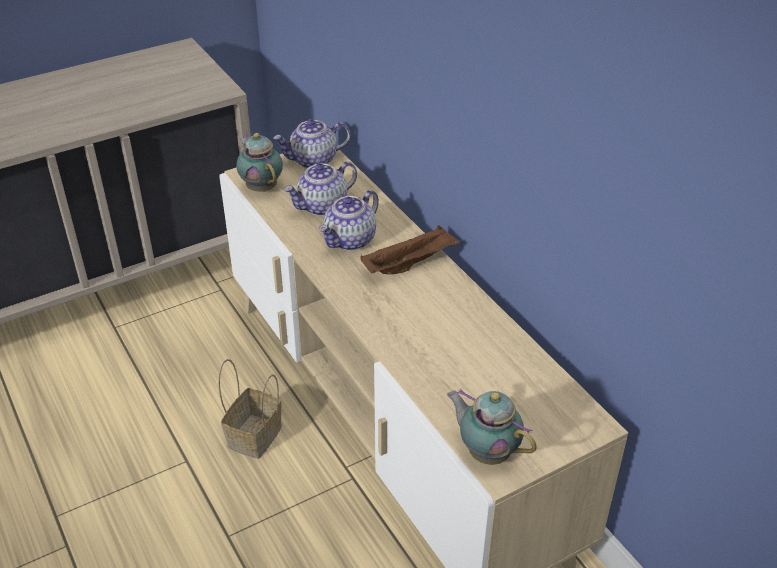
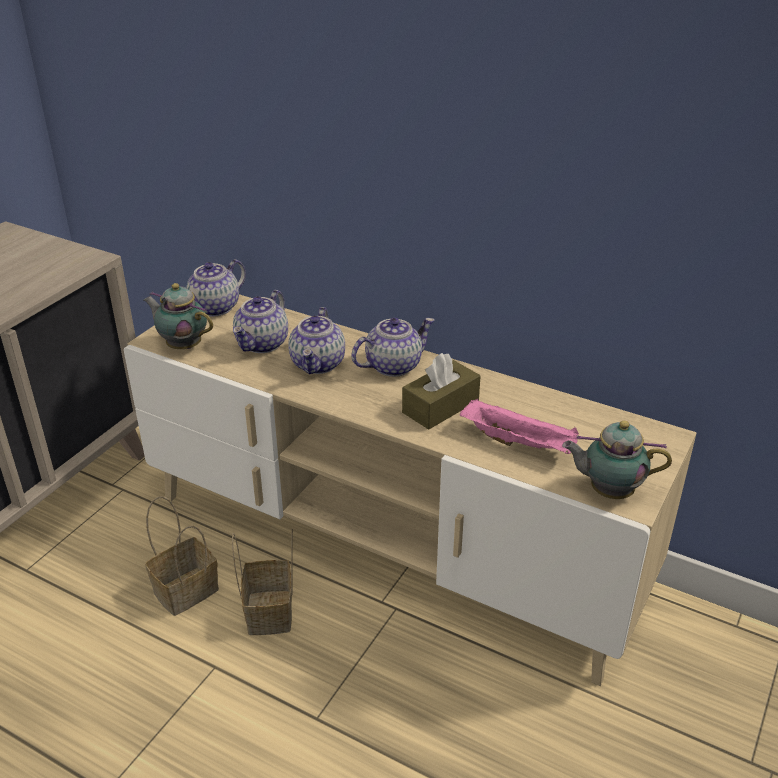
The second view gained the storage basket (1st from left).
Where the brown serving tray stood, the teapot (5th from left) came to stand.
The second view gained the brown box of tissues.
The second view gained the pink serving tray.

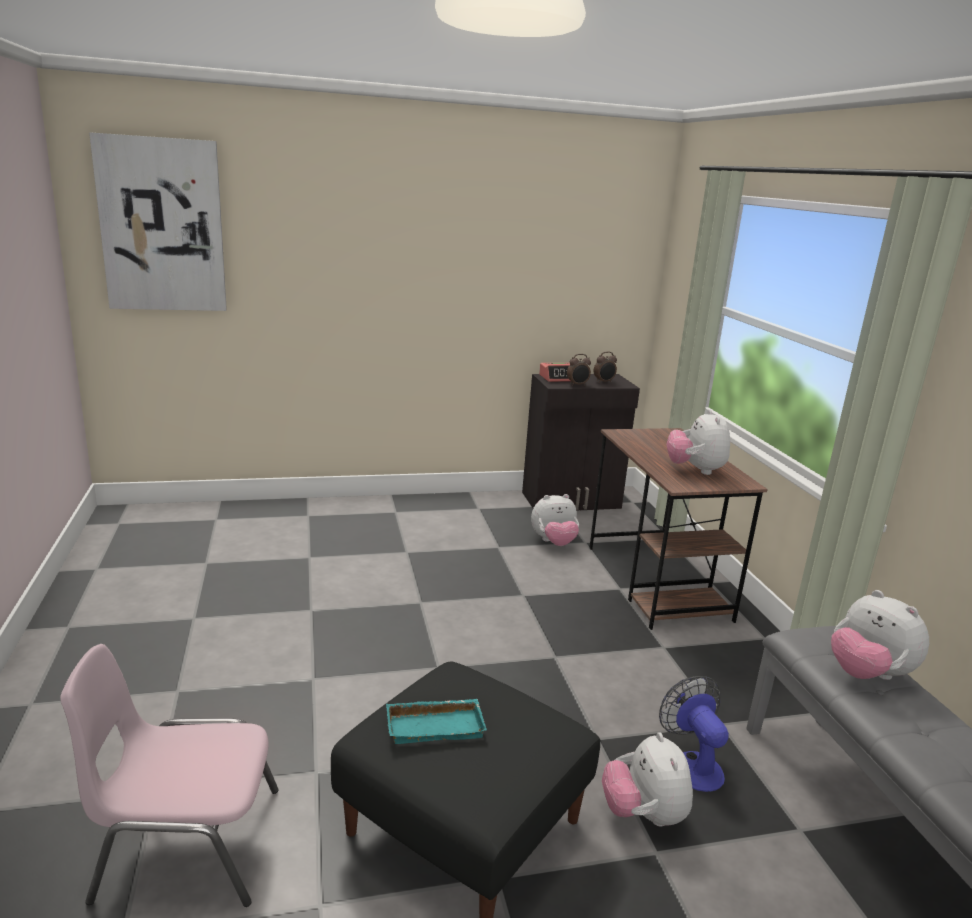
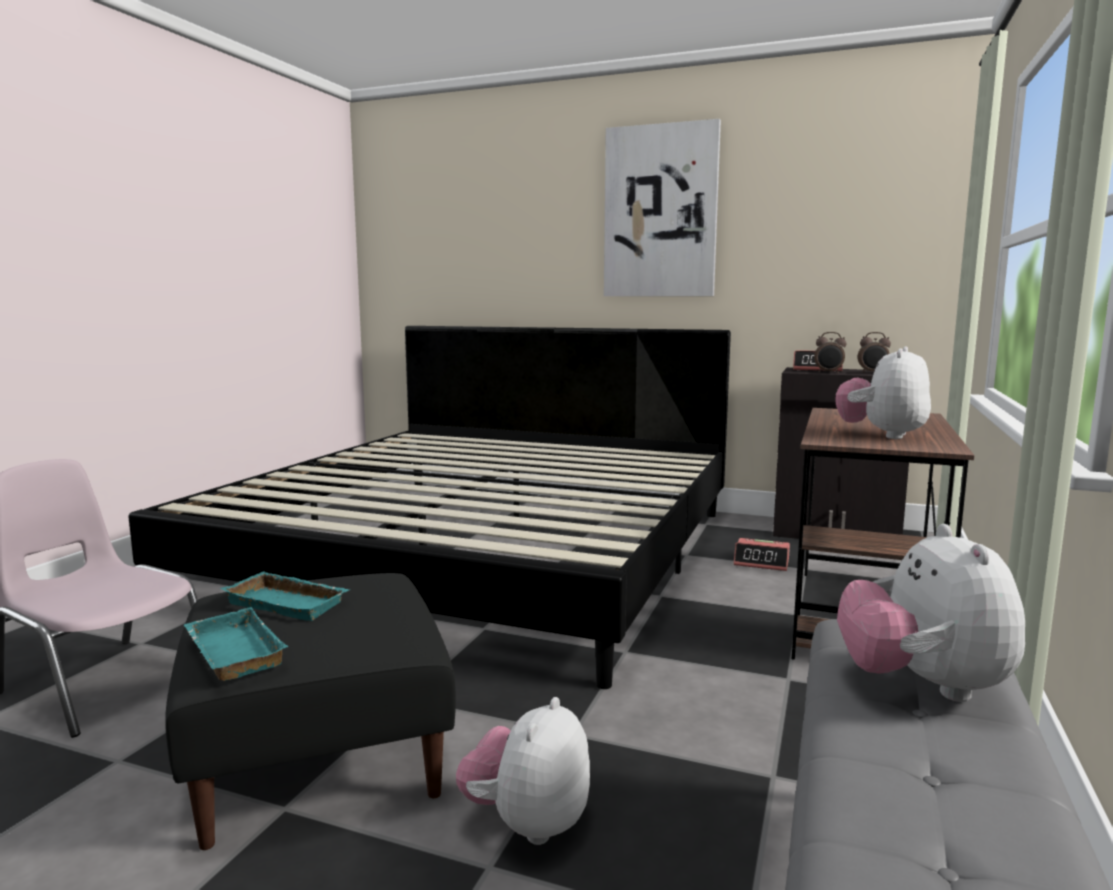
The second view gained the sleeping bed.
The second view gained the blue-green serving tray (1st from left).
The wall picture ended up elsewhere.
Where the cuddly toy (1st from left) stood, the table clock (1st from left) came to stand.
The second view lost the cooling fan.

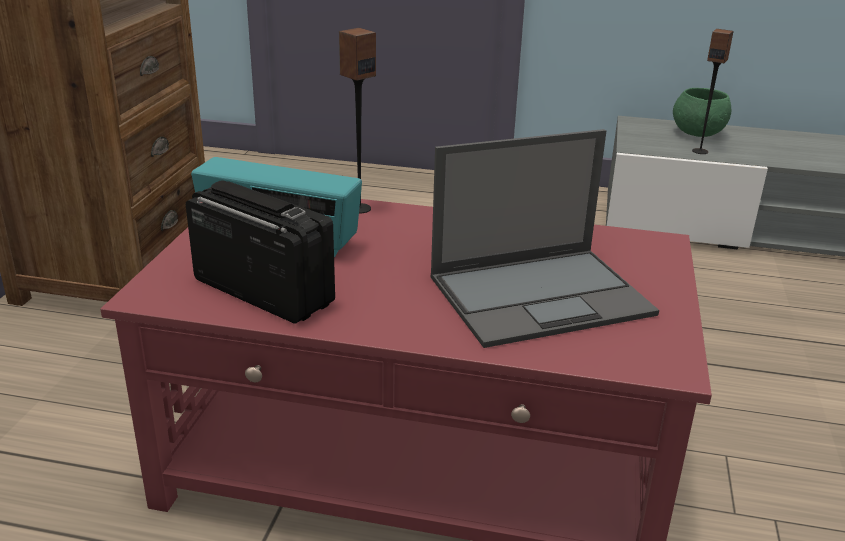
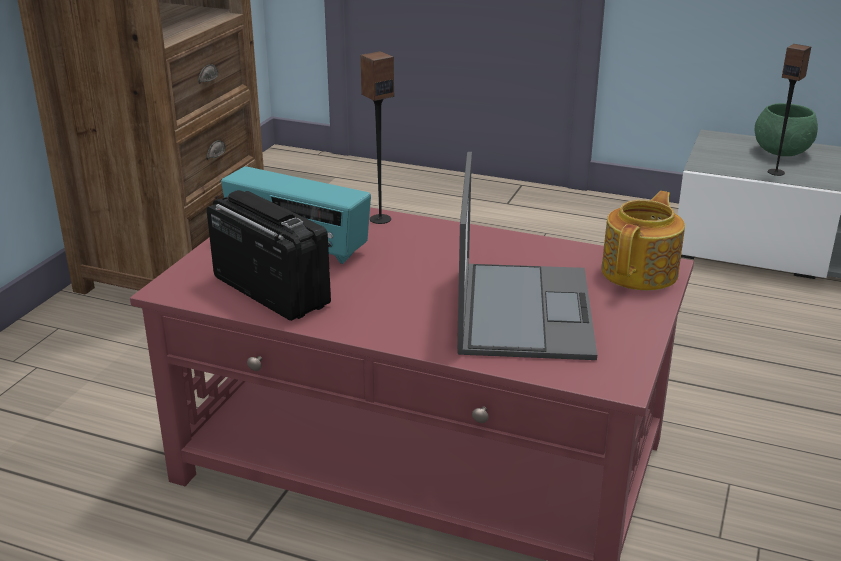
The notebook computer ended up facing another way, 75 degrees counterclockwise from before.
The second view gained the teapot.

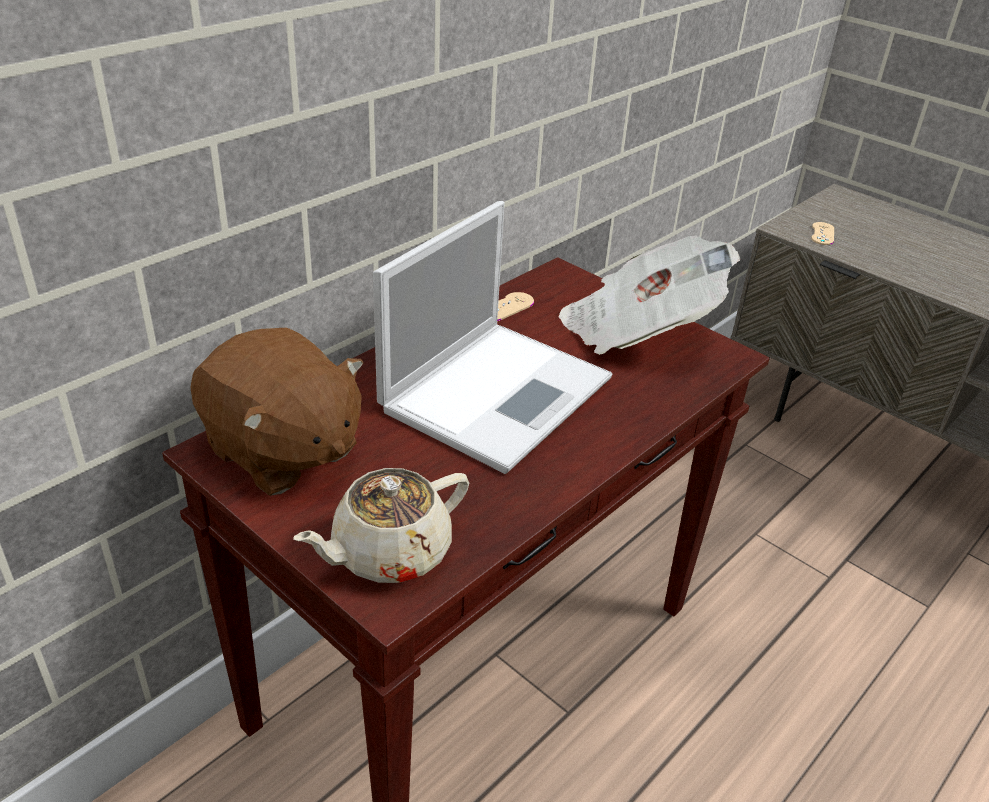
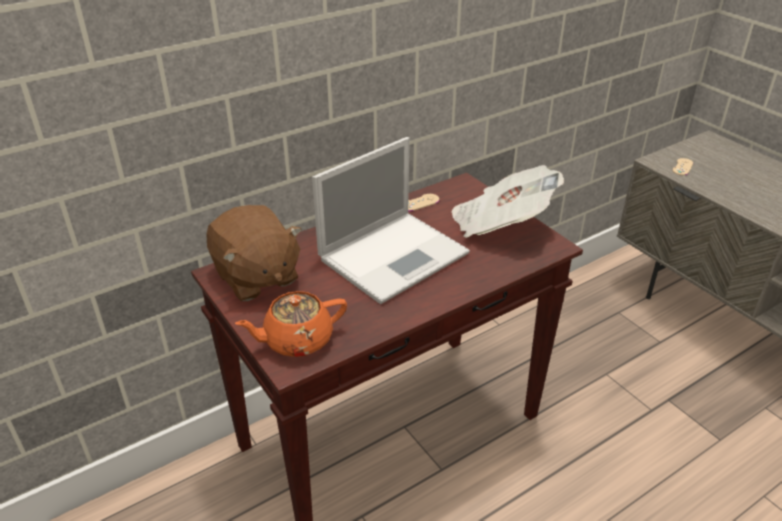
What was the beige-coloured teapot turned into the orange teapot.

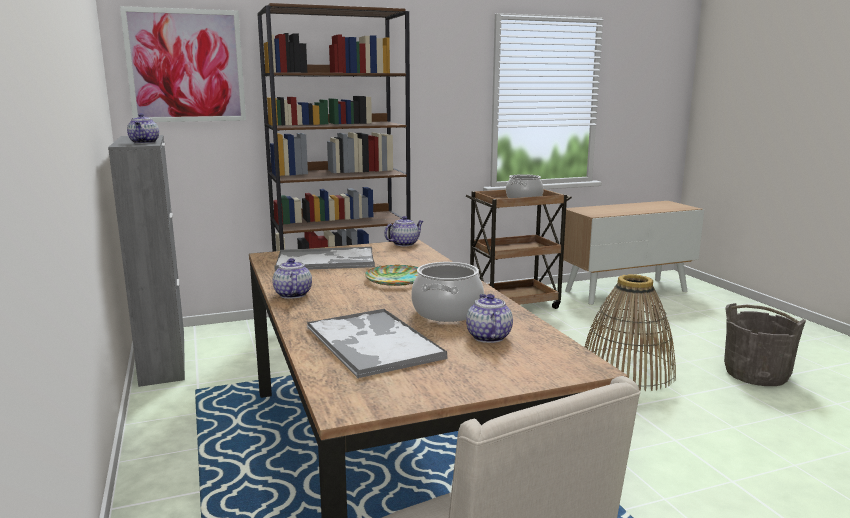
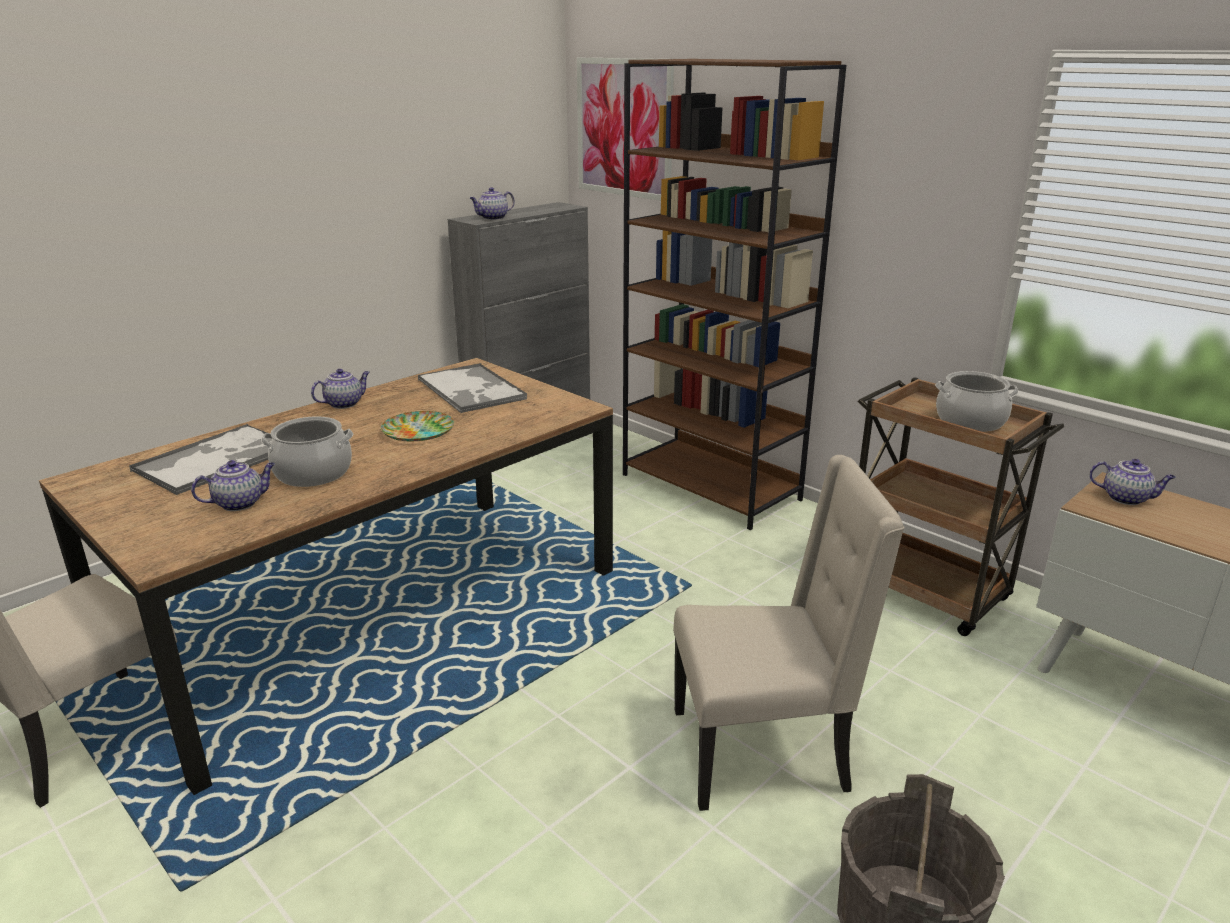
Where the storage basket stood, the beige-coloured plain chair (2nd from left) came to stand.
The teapot (3rd from left in the first image) ended up elsewhere.

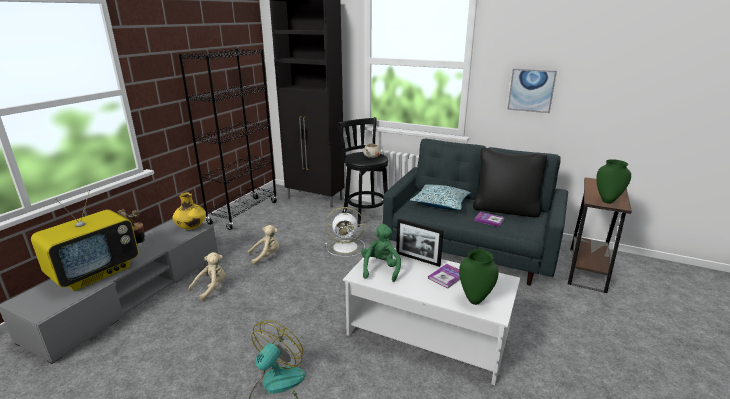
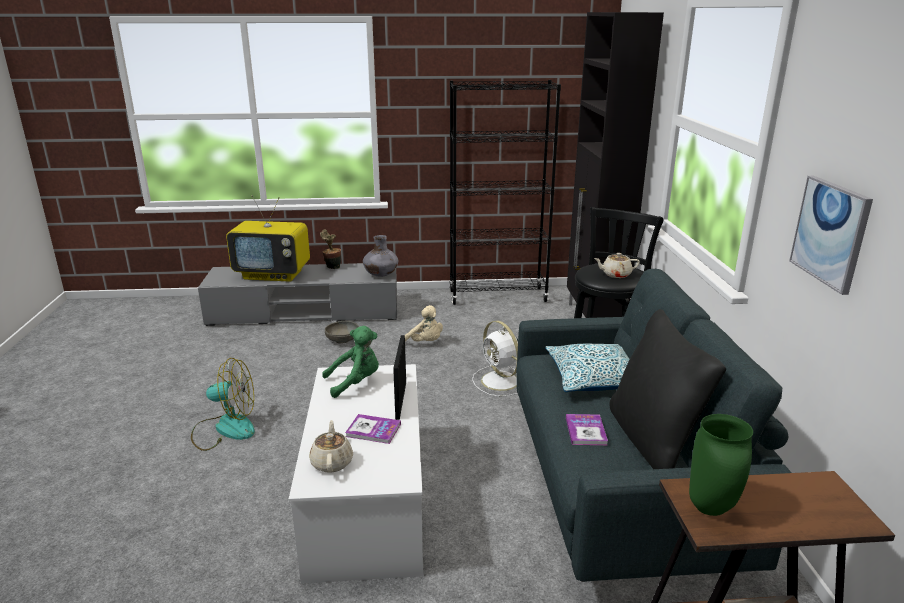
Where the green-coloured vase (1st from left) stood, the beige-coloured teapot (1st from left) came to stand.
Where the beige-coloured cuddly toy (1st from left) stood, the grey bowl came to stand.
What was the yellow vase turned into the grey vase.

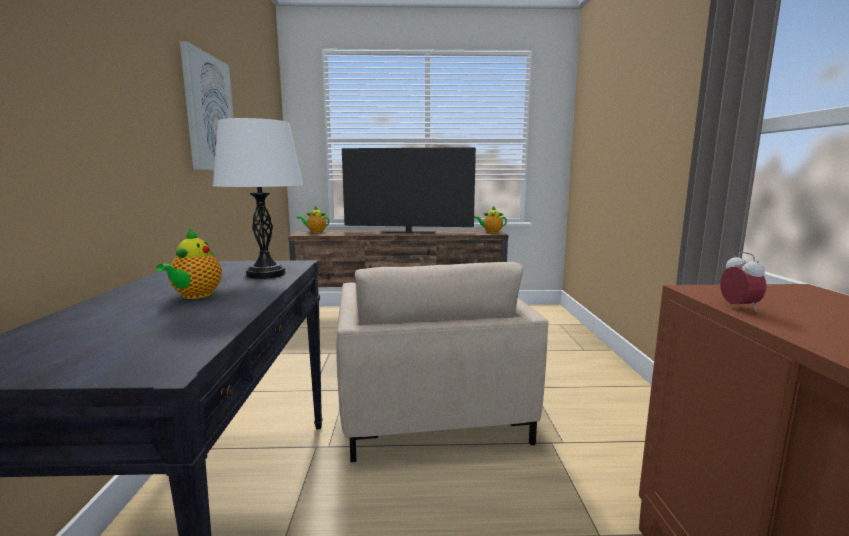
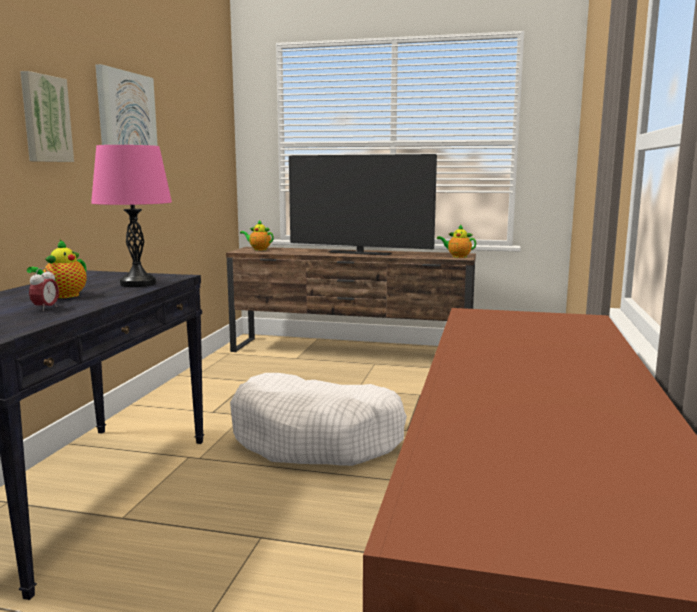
The second view gained the wall picture (1st from left).
The table clock ended up elsewhere.
What was the whitish tabletop lamp turned into the pink tabletop lamp.
Where the beige-coloured lounge chair stood, the whitish pet bed came to stand.

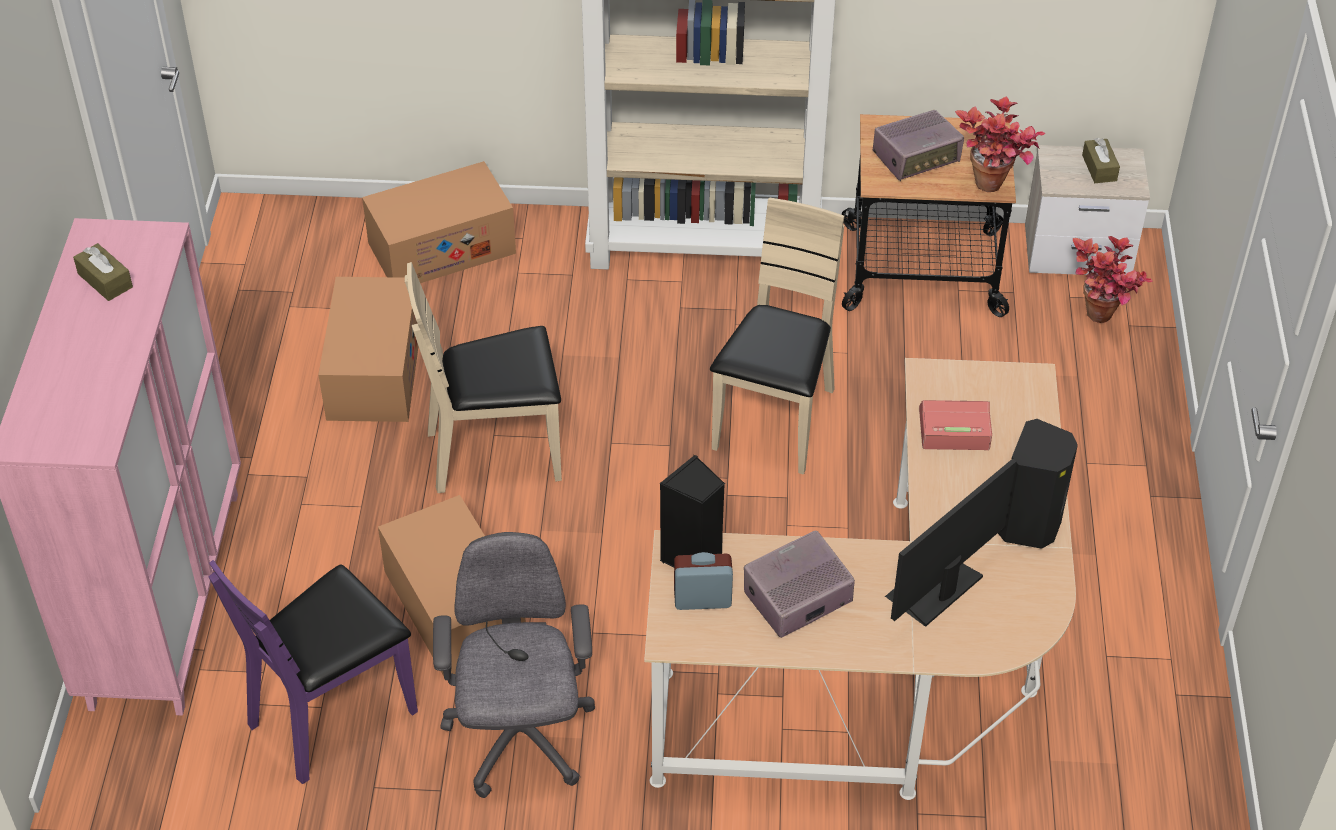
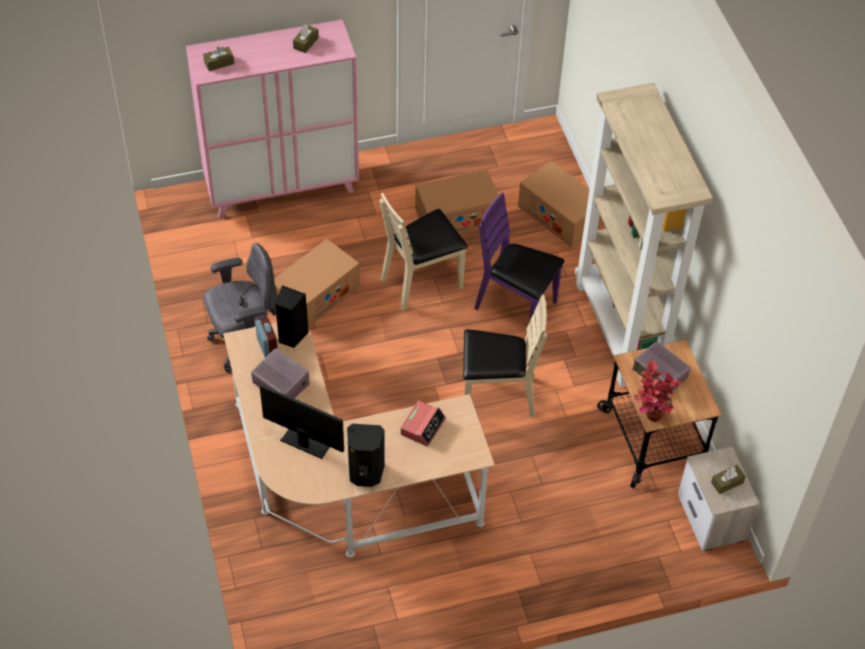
The second view gained the brown box of tissues (1st from left).
The beige-coloured plain chair (1st from left) ended up facing another way, 90 degrees counterclockwise from before.
The table clock (2nd from left) ended up facing another way, 45 degrees clockwise from before.
The purple plain chair ended up elsewhere.
The second view lost the houseplant (2nd from left).

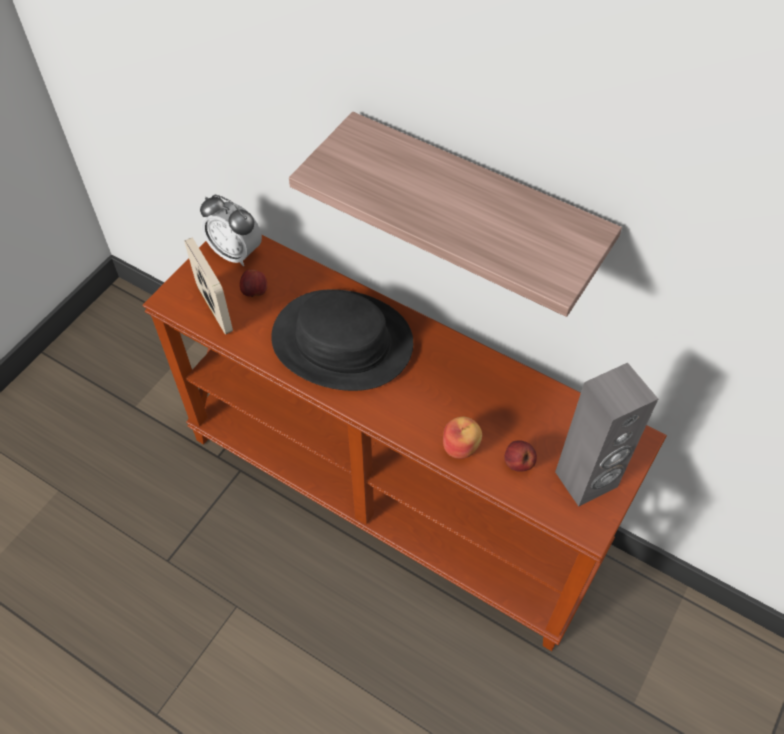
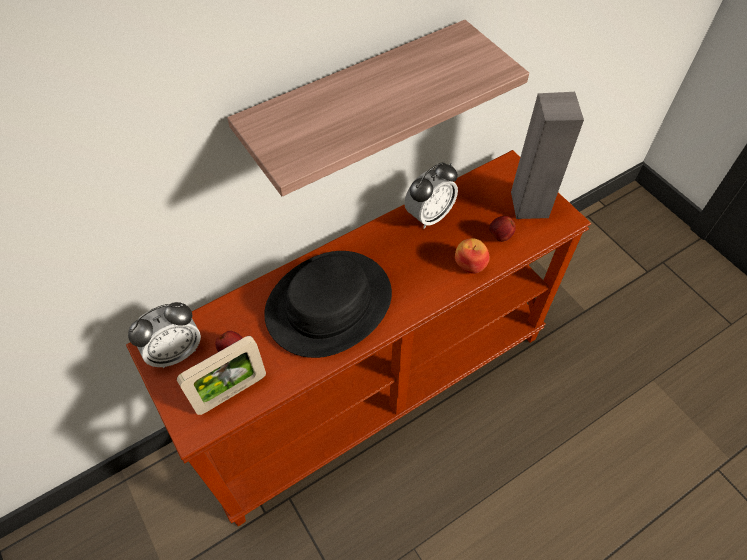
The picture frame ended up facing another way, 150 degrees clockwise from before.
The second view gained the table clock (2nd from left).

